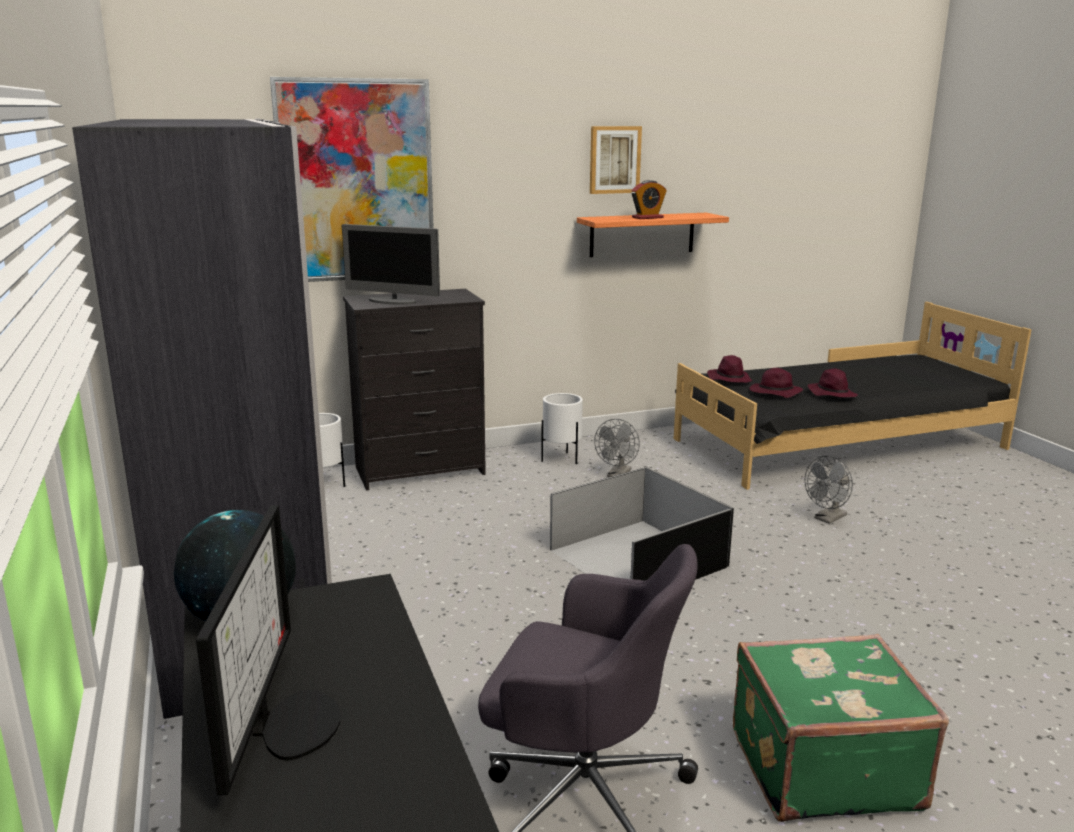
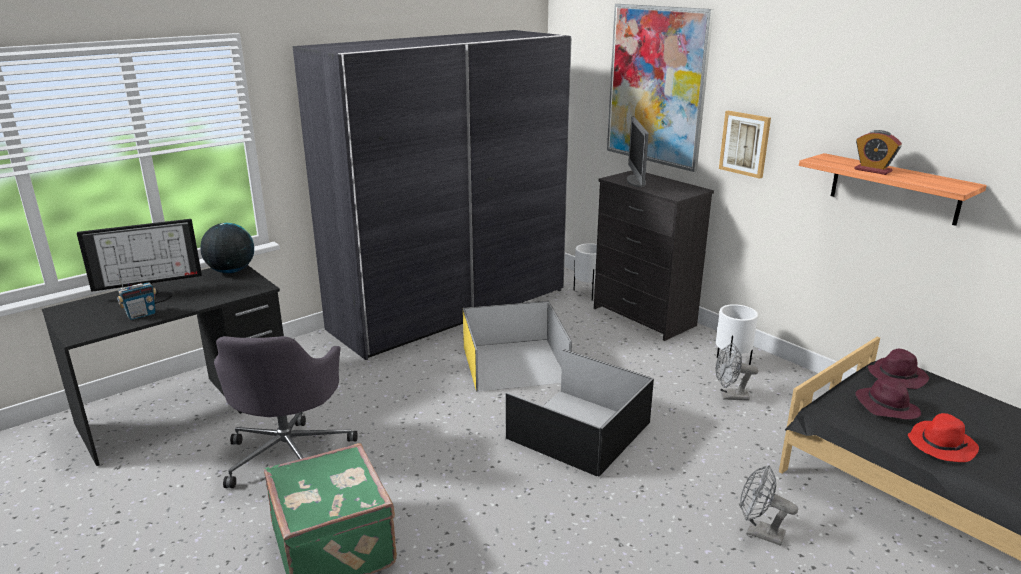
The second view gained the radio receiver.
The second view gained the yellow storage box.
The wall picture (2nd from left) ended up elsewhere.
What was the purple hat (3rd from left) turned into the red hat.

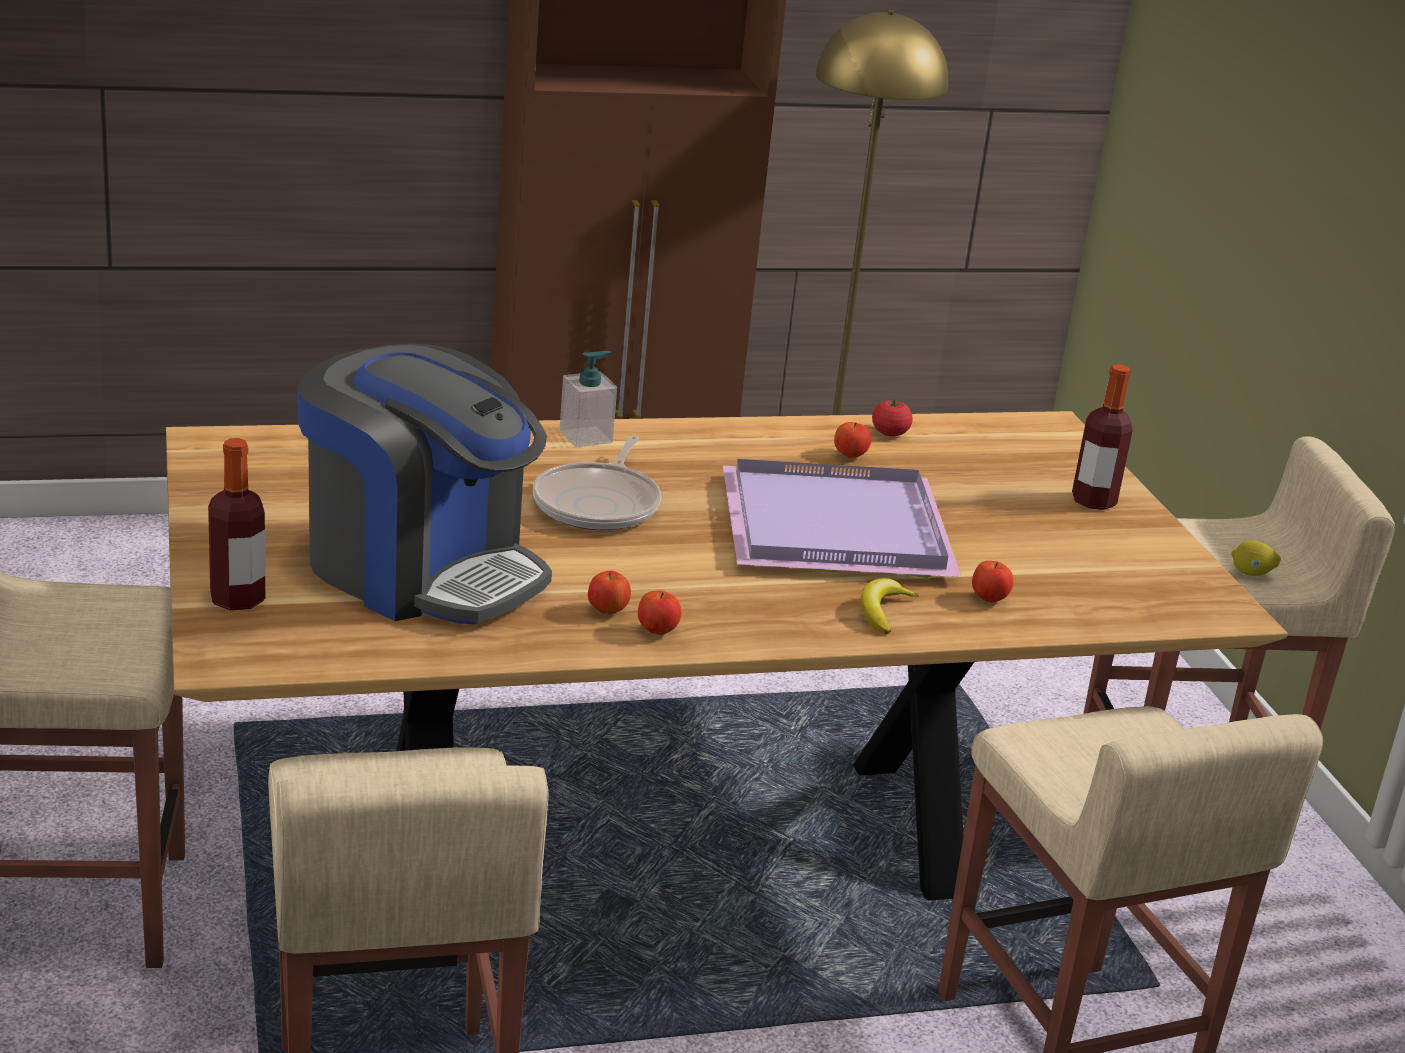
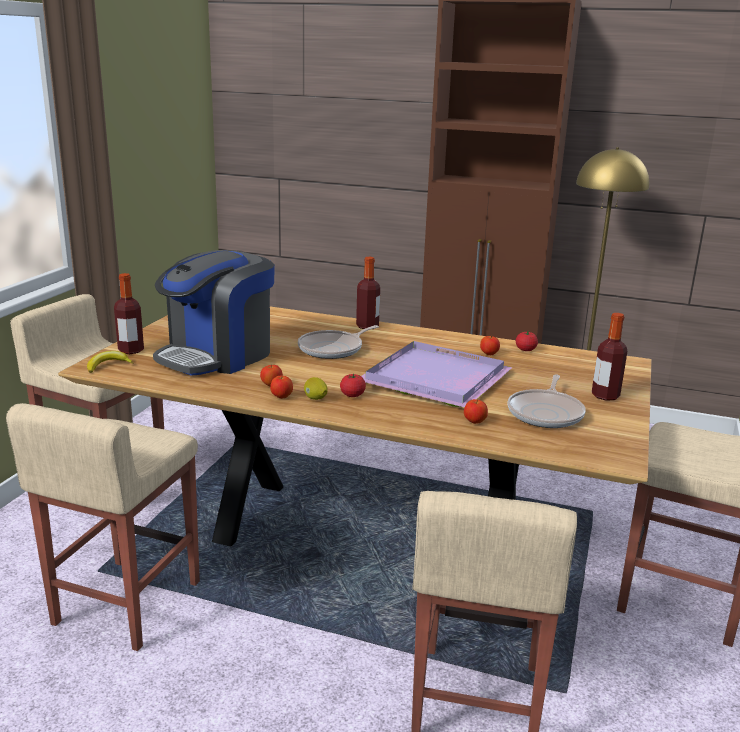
The whole banana ended up elsewhere.
The coffee maker ended up facing another way, 60 degrees clockwise from before.
The whole lemon ended up elsewhere.
The second view gained the fresh tomato (1st from left).
Where the soap bottle stood, the bottle (2nd from left) came to stand.
The second view gained the frying pan (2nd from left).

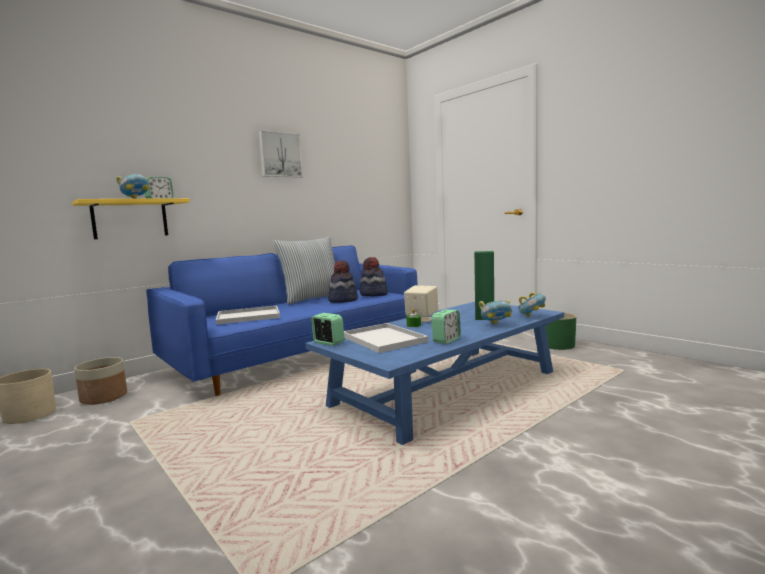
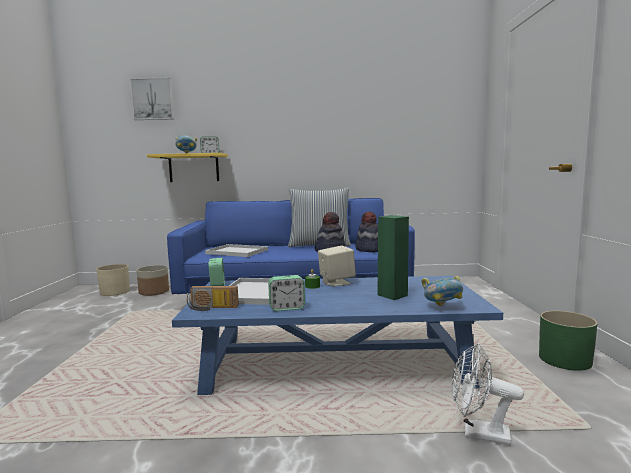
The wall picture ended up elsewhere.
The second view gained the radio receiver.
The second view gained the whitish cooling fan.
The second view lost the bowl (2nd from left).

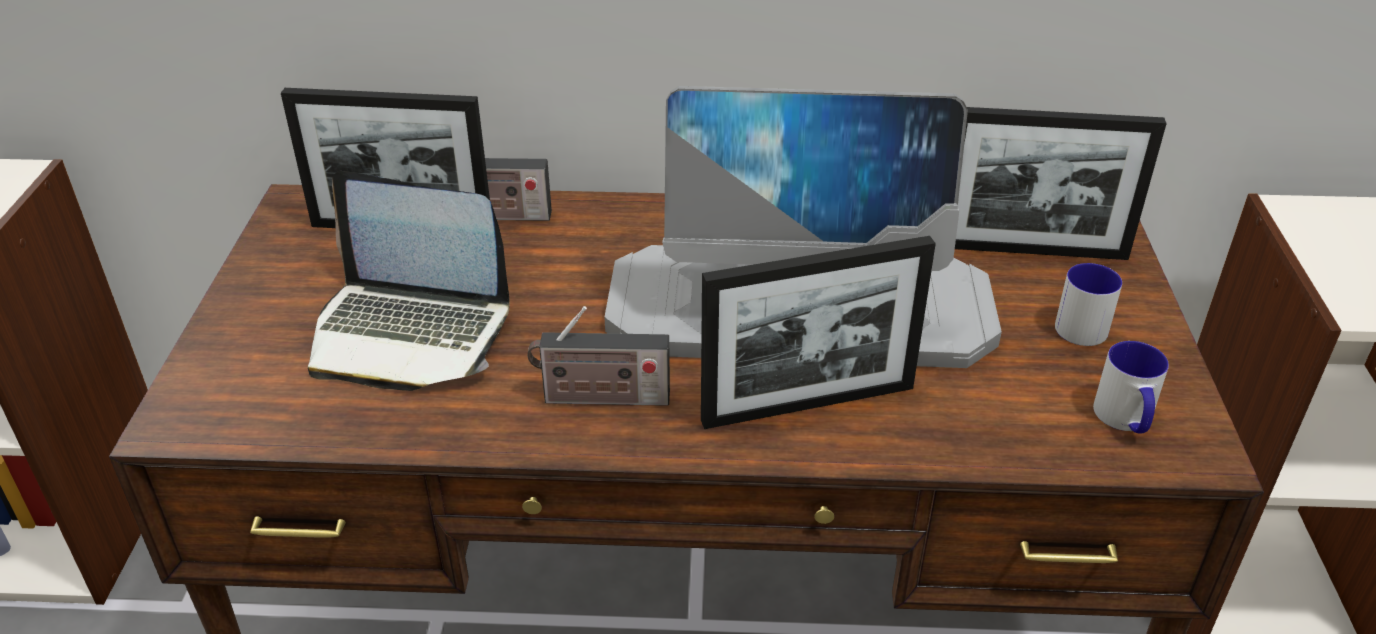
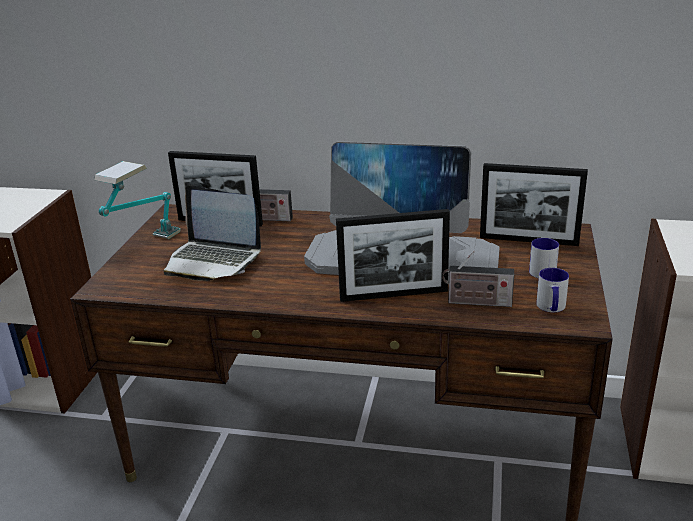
The second view gained the tabletop lamp.
The radio receiver (2nd from left) ended up elsewhere.

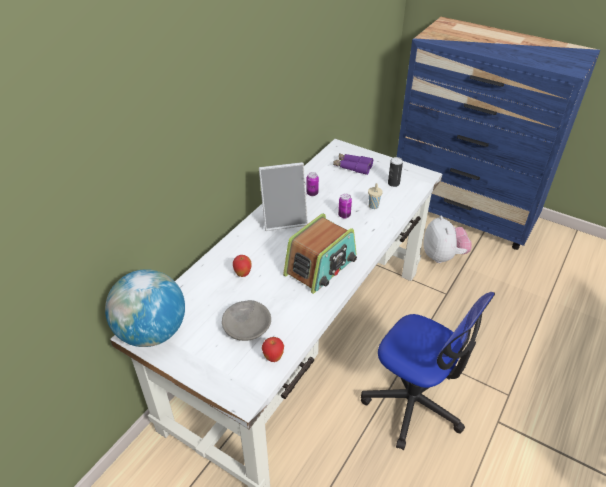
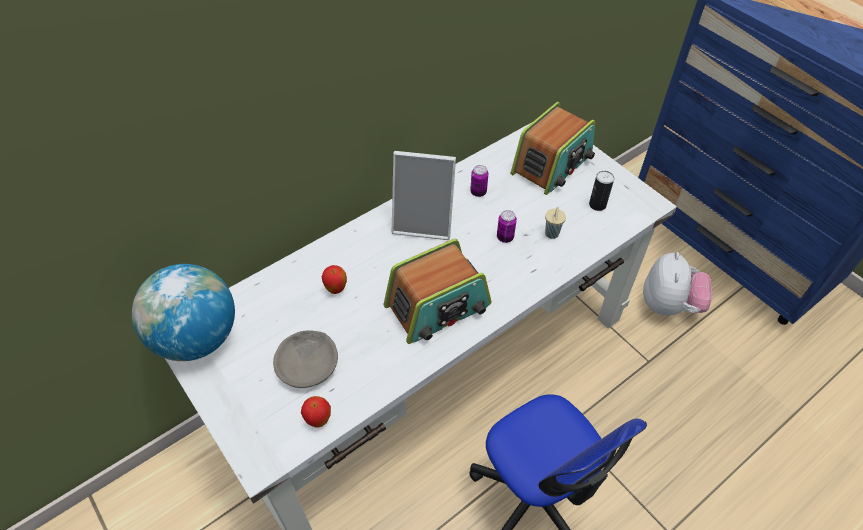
Where the purple field glasses stood, the radio receiver (2nd from left) came to stand.

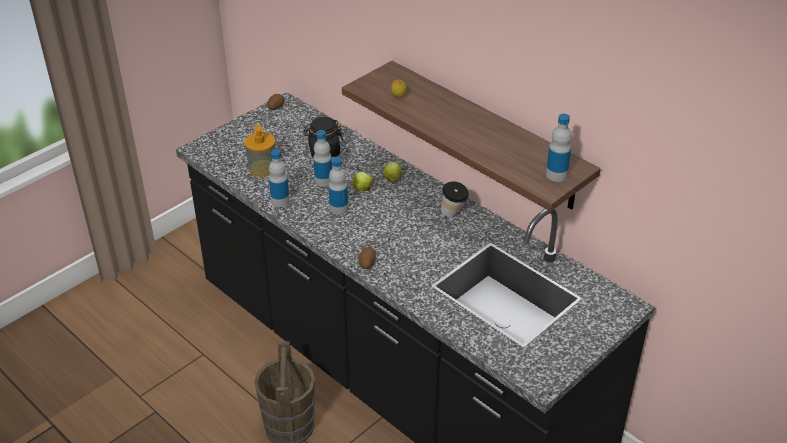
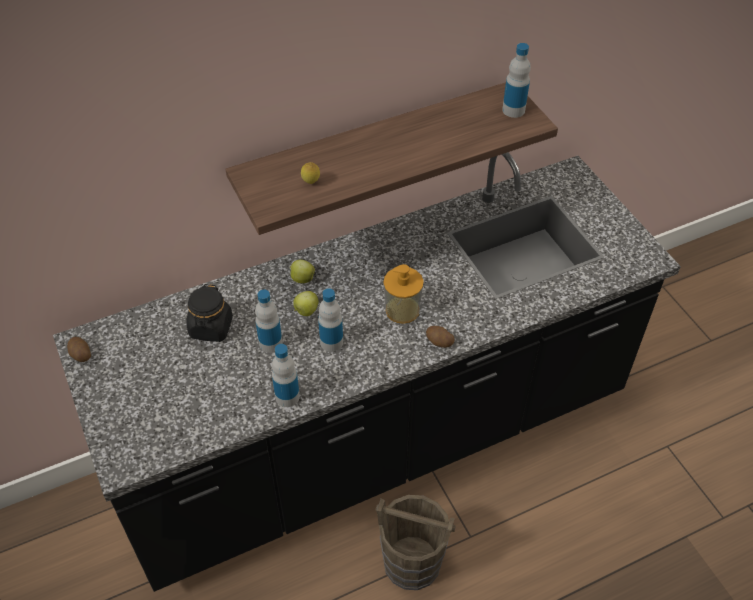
The soap bottle ended up elsewhere.
The second view lost the cup.

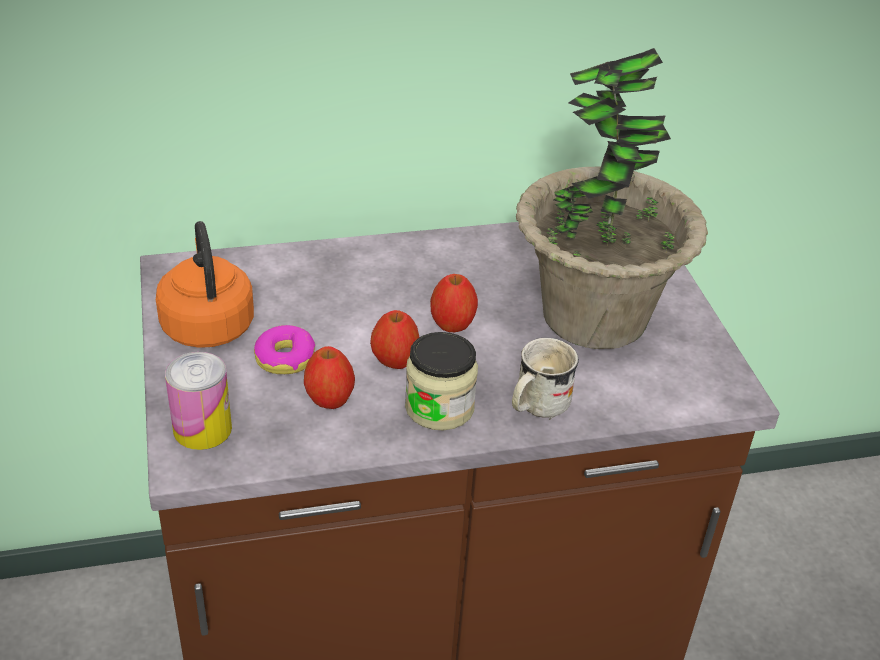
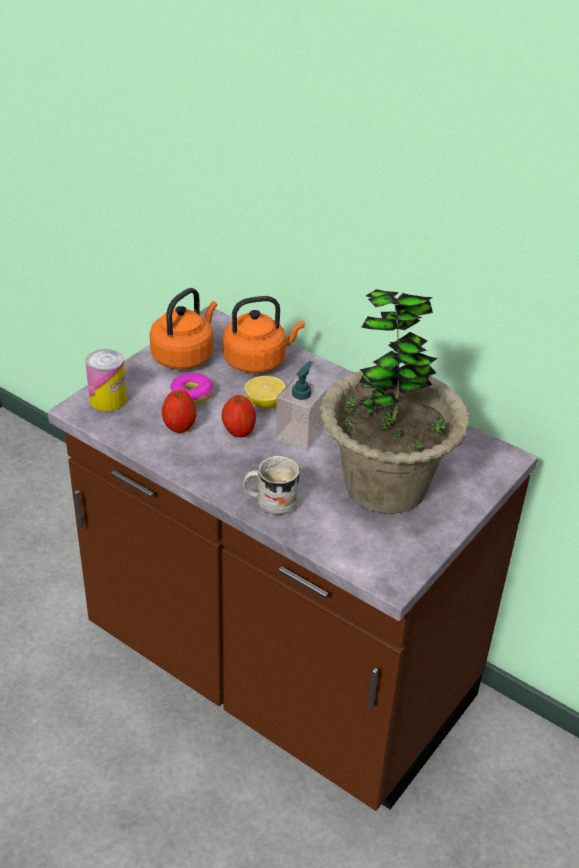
The second view gained the orange kettle (2nd from left).
The second view gained the whole lemon.
Where the apple fruit (3rd from left) stood, the soap bottle came to stand.
The second view lost the preserve jar.

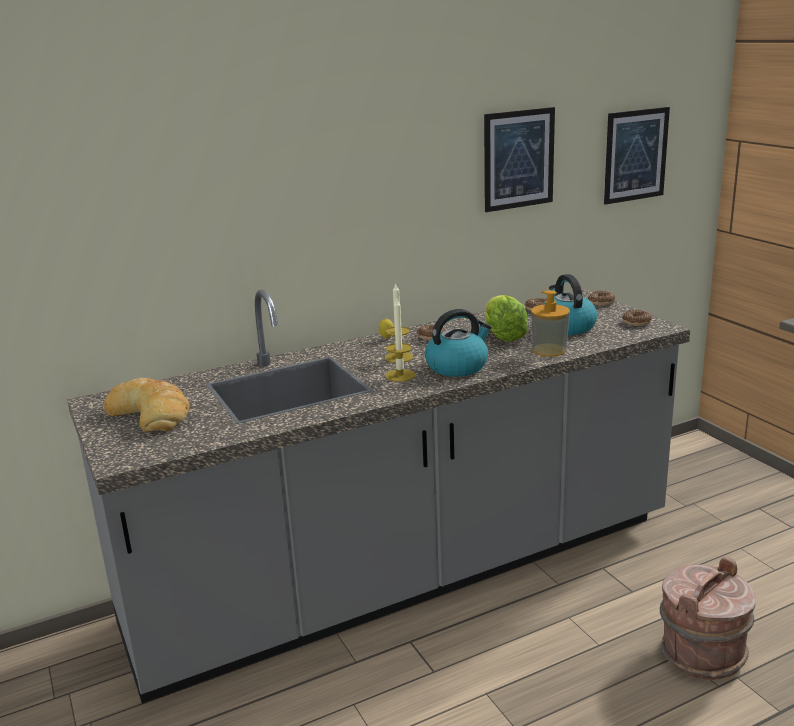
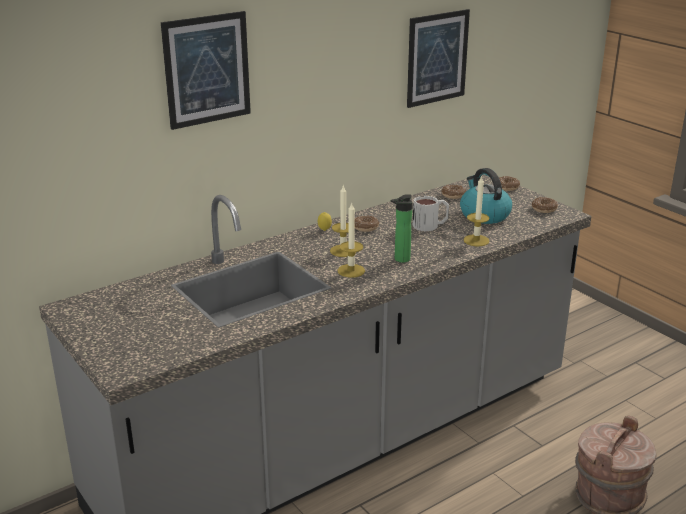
The wall picture (2nd from left in the first image) ended up elsewhere.
Where the kettle (1st from left) stood, the bottle came to stand.
Where the lettuce stood, the coffee mug came to stand.
Where the soap bottle stood, the wax light (3rd from left) came to stand.
The second view lost the baked bread.

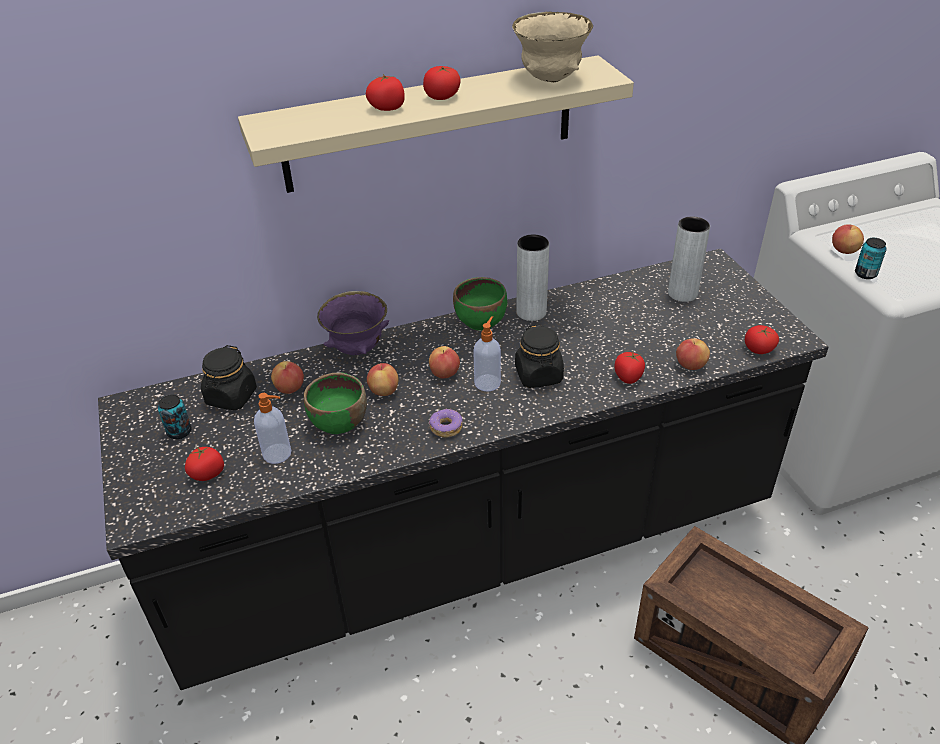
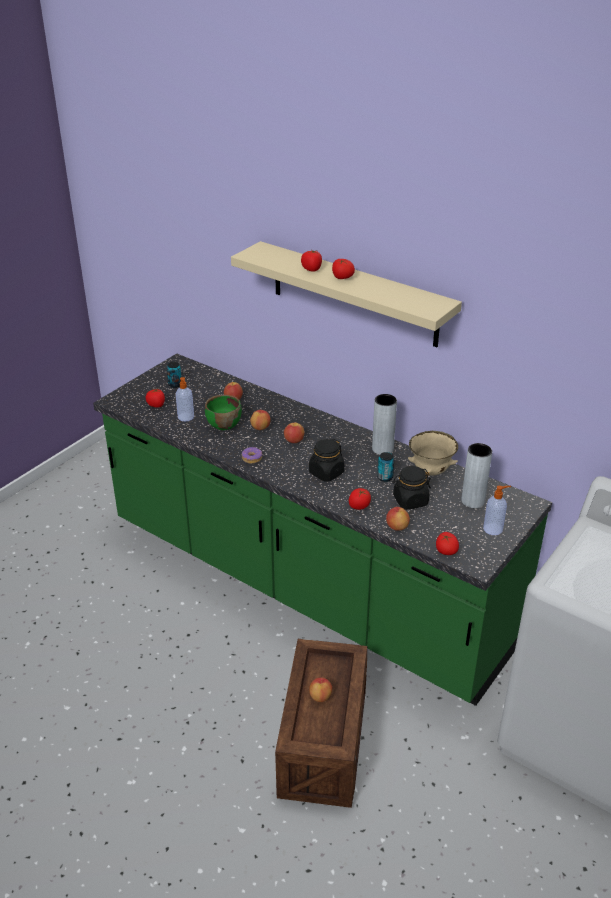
What was the blackish counter turned into the green-coloured counter.
The apple fruit (5th from left in the first image) ended up elsewhere.
The can (2nd from left) ended up elsewhere.
The blackish preserve jar (1st from left in the first image) ended up elsewhere.
The beige-coloured bowl ended up elsewhere.
The soap bottle (2nd from left) ended up elsewhere.
The second view lost the purple bowl.
The second view lost the green-coloured bowl (2nd from left).

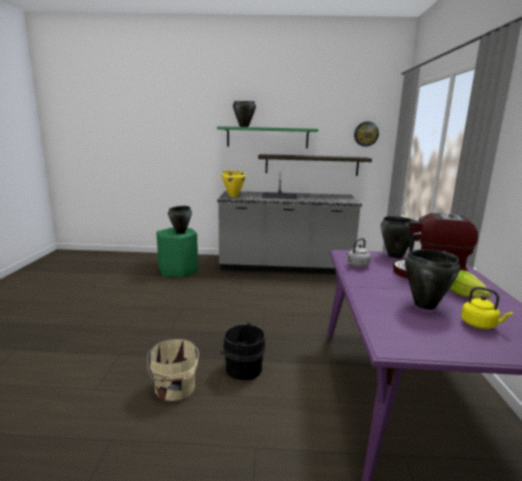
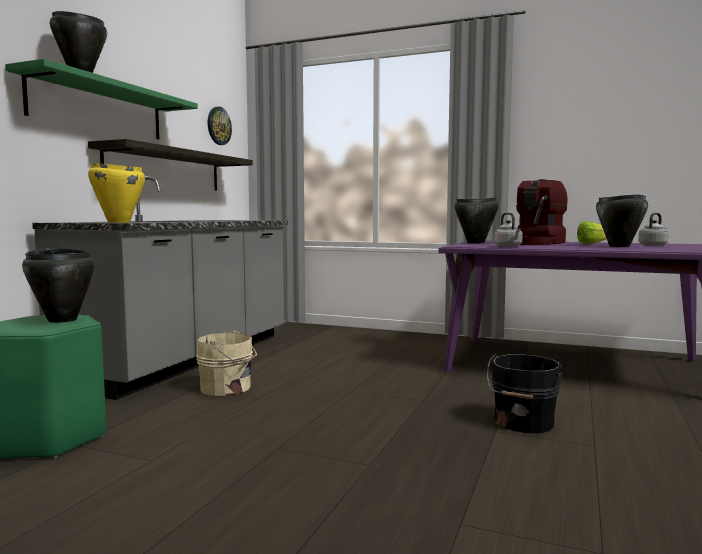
The beige-coloured pail ended up elsewhere.
What was the yellow kettle turned into the grey kettle (2nd from left).

